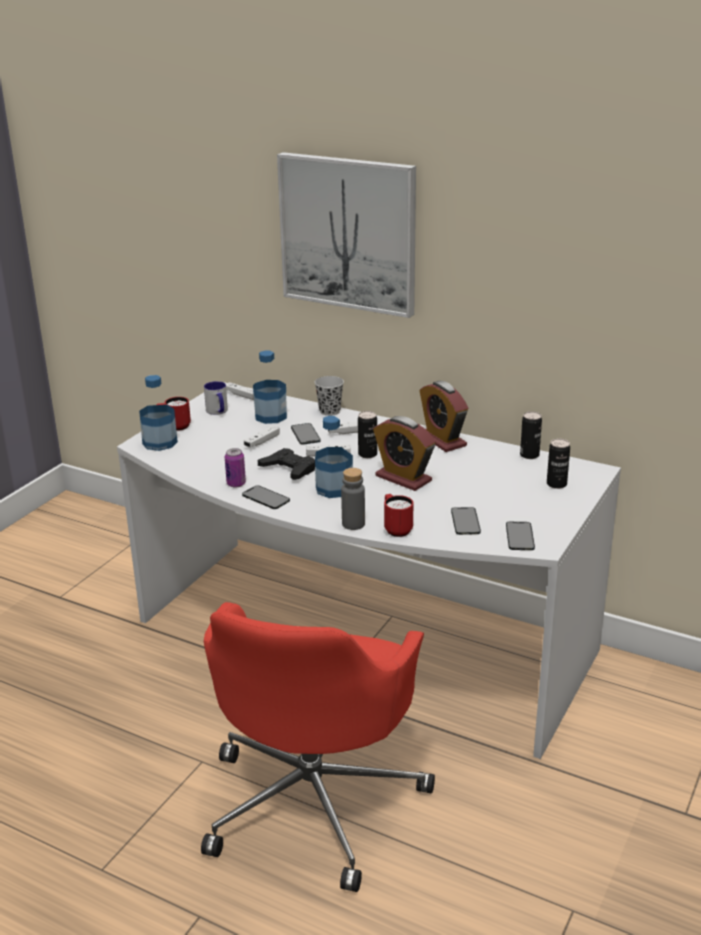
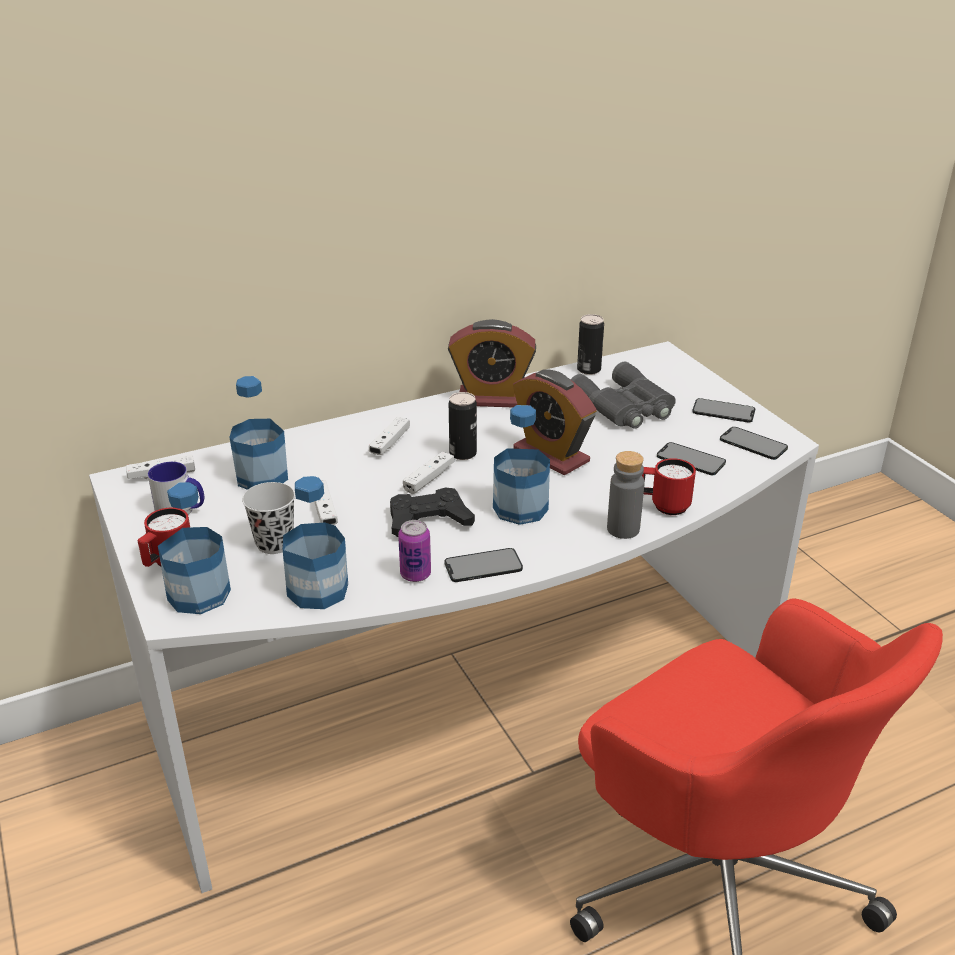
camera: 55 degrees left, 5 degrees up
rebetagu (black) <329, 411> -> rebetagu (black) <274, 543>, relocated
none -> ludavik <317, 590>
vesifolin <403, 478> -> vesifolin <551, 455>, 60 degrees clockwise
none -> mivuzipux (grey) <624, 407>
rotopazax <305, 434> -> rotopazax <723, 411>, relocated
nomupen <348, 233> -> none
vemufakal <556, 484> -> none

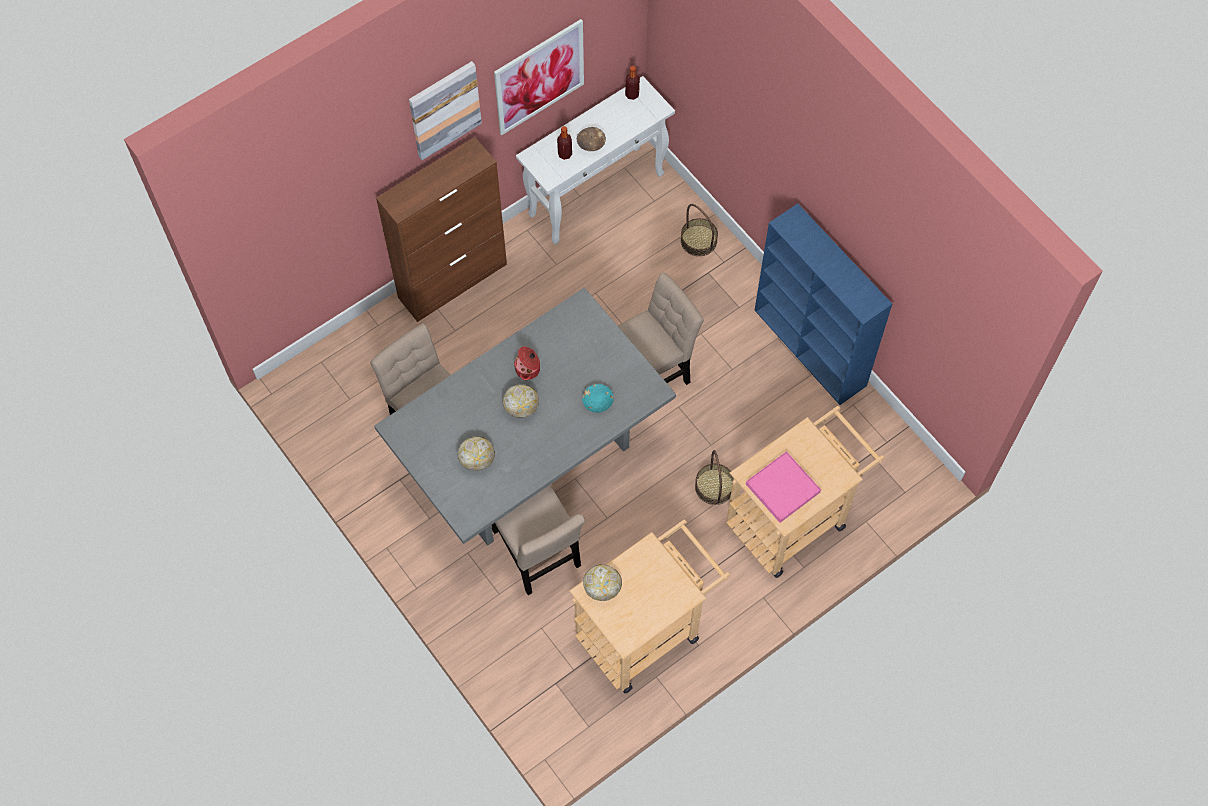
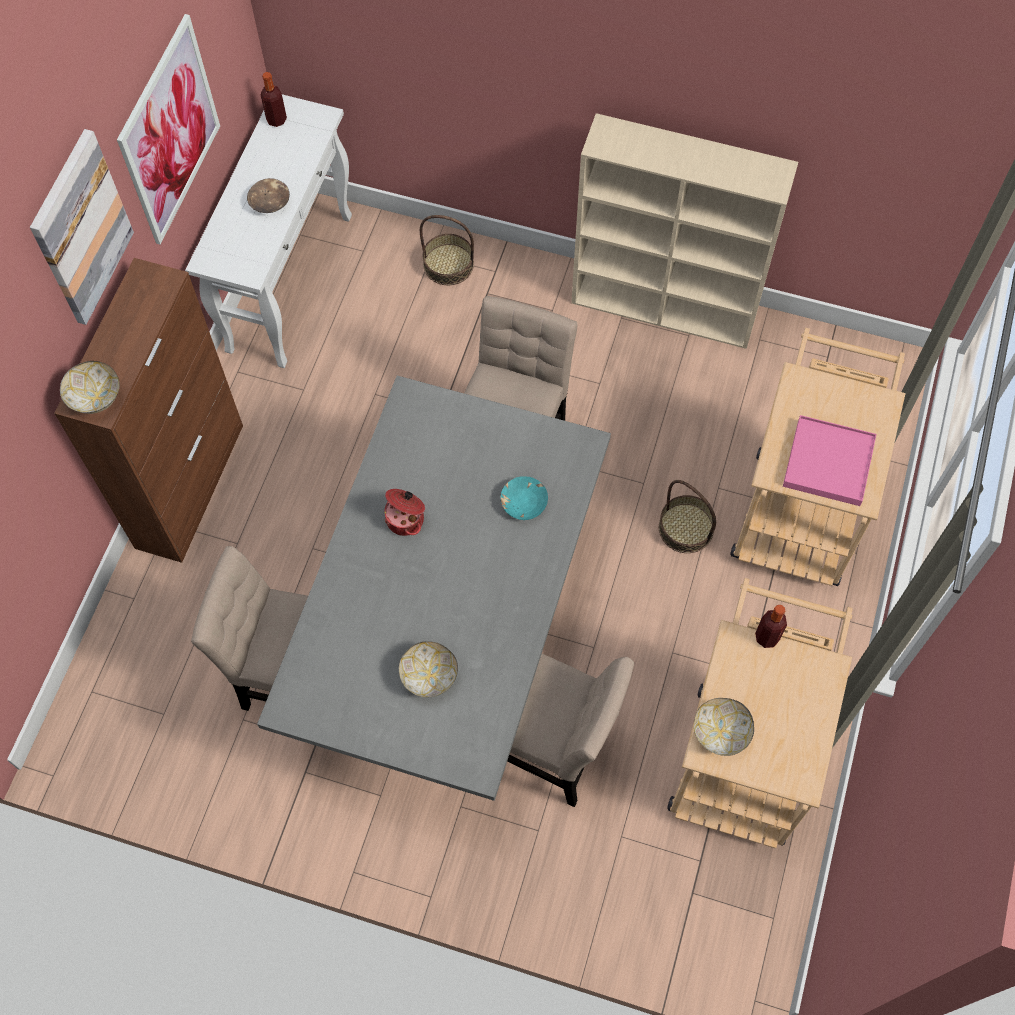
camera: 35 degrees left, 0 degrees up
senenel <521, 407> -> senenel <96, 399>, relocated
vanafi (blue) <811, 348> -> vanafi (beige) <666, 307>
ludavik <565, 154> -> ludavik <767, 637>, relocated

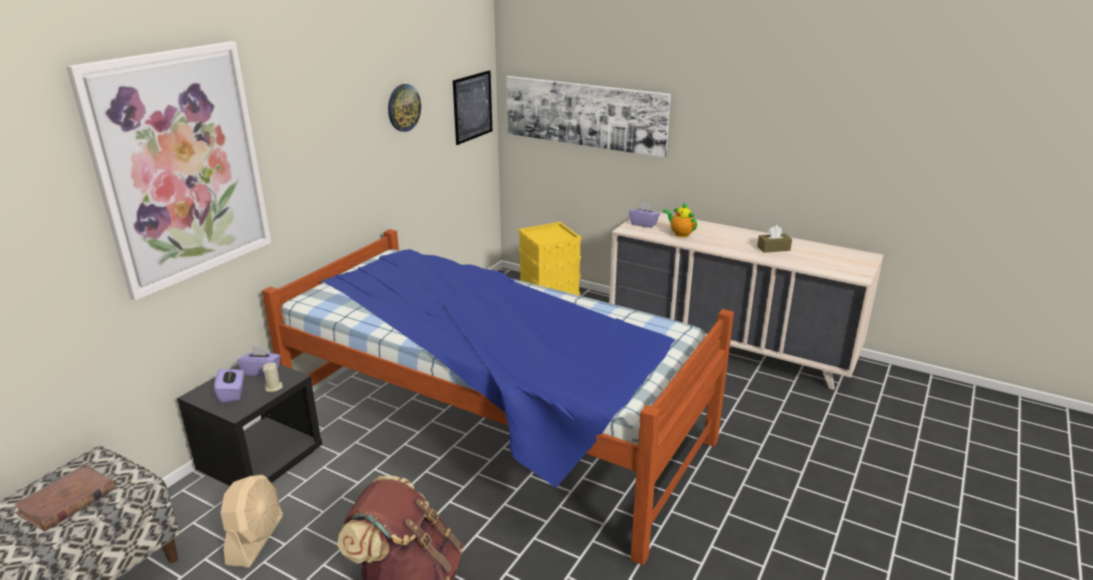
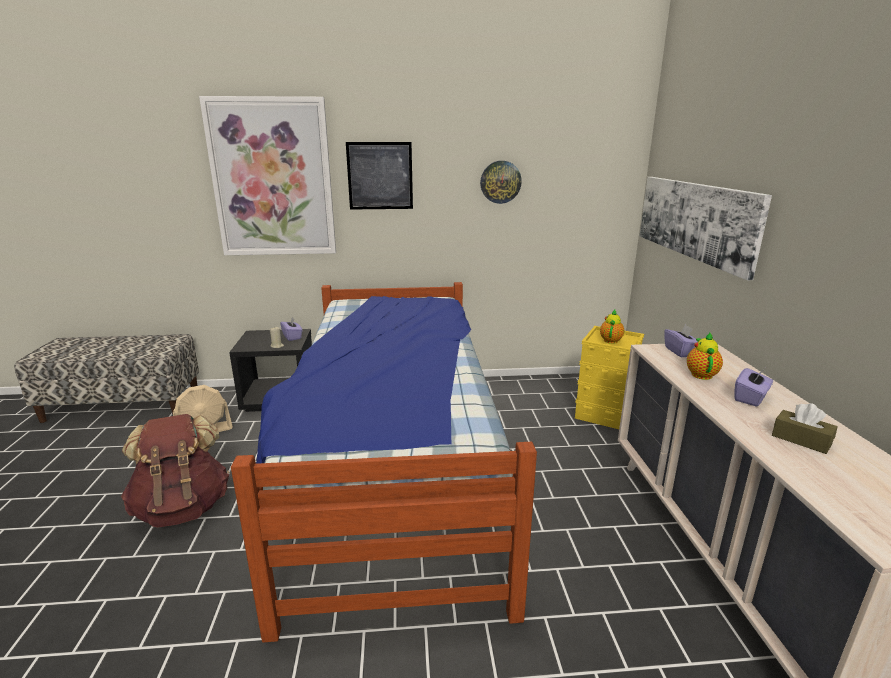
camera: 55 degrees right, 5 degrees down
nomupen <472, 107> -> nomupen <380, 176>, relocated
none -> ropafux <611, 340>
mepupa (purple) <232, 393> -> mepupa (purple) <750, 398>, relocated
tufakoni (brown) <67, 501> -> none

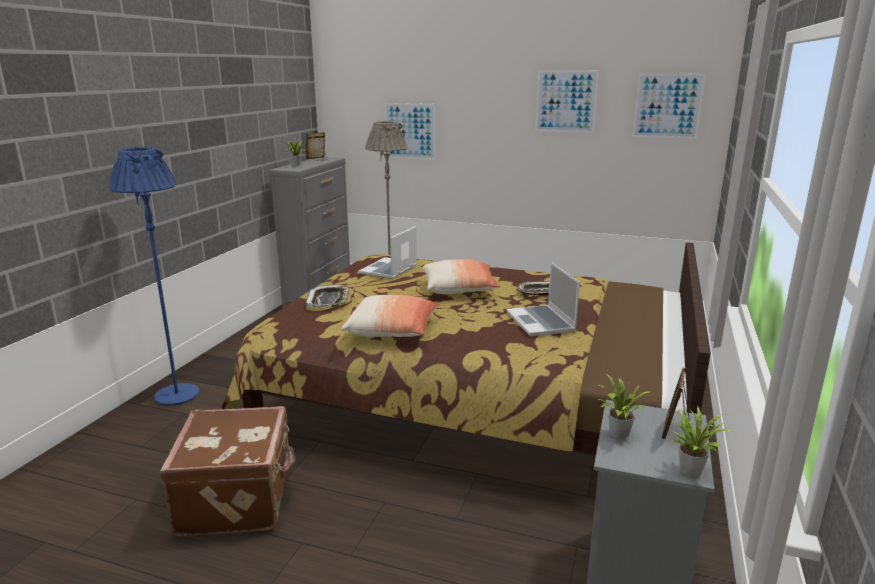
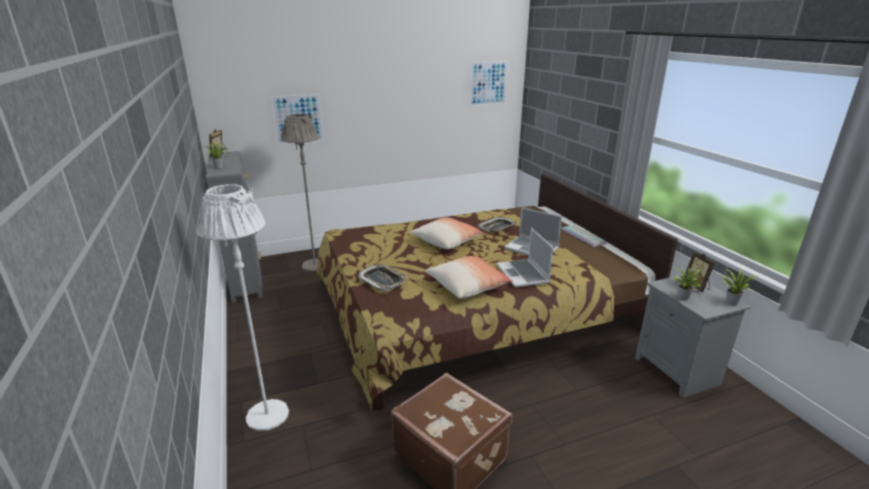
camera: 40 degrees left, 5 degrees up
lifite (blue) <177, 395> -> lifite (white) <267, 415>
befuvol <389, 270> -> befuvol <523, 274>, relocated
none -> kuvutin <584, 236>
nomupen <566, 101> -> none

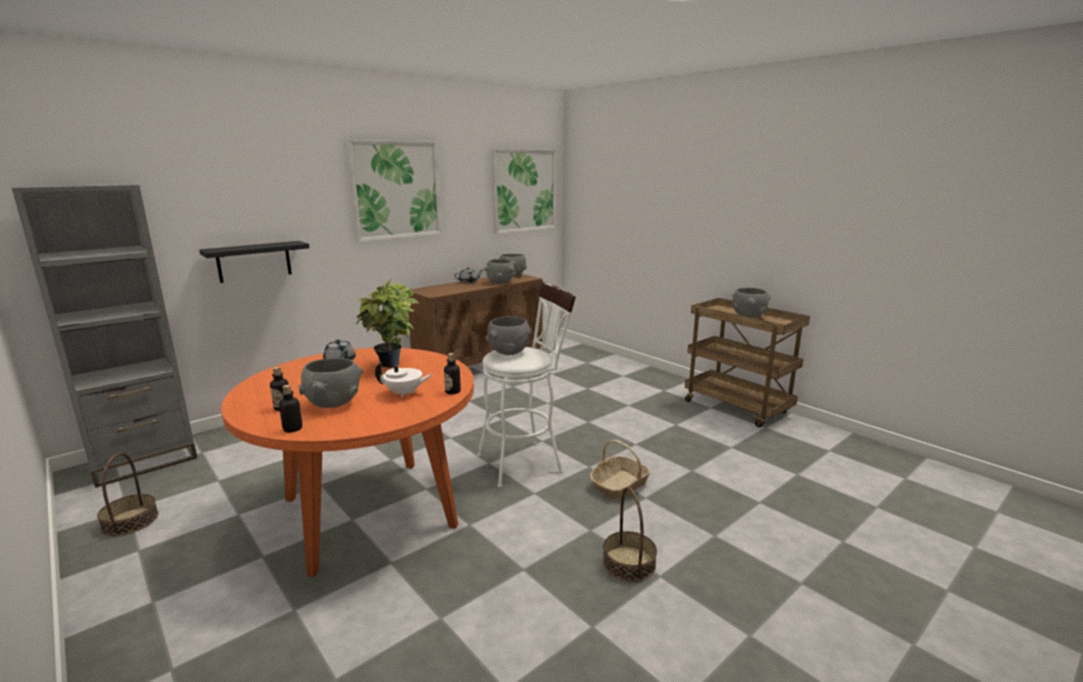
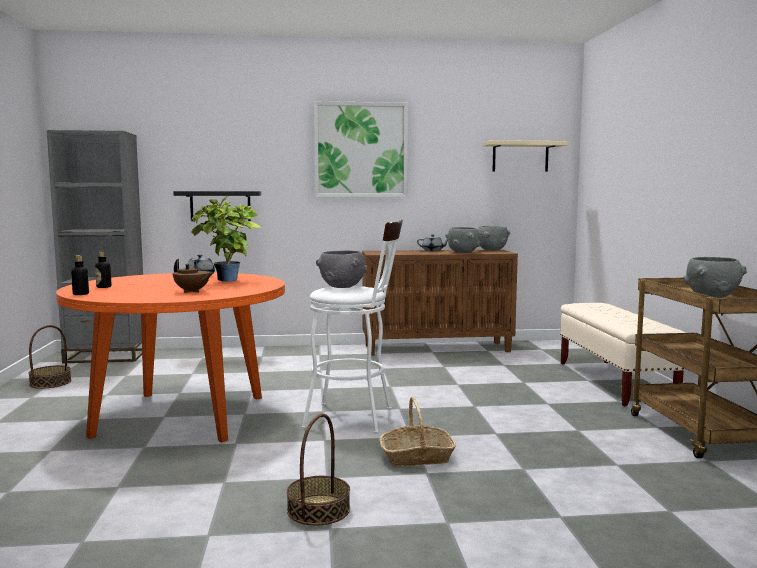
camera: 35 degrees right, 10 degrees down
ropafux (white) <404, 393> -> ropafux (brown) <192, 291>
nomupen <524, 191> -> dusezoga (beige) <520, 157>
none -> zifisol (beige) <614, 382>
senenel (grey) <333, 404> -> none
ludavik <452, 391> -> none

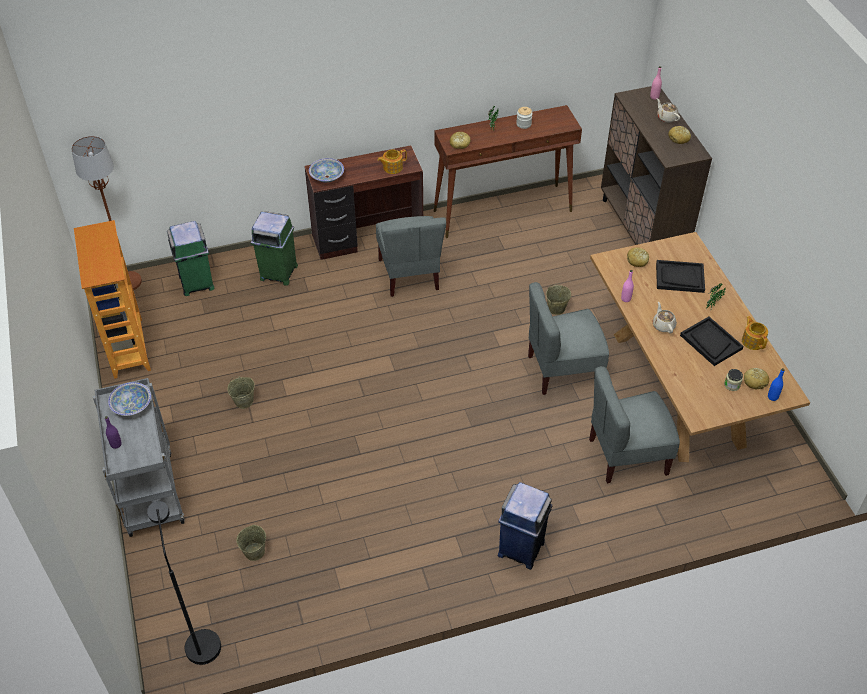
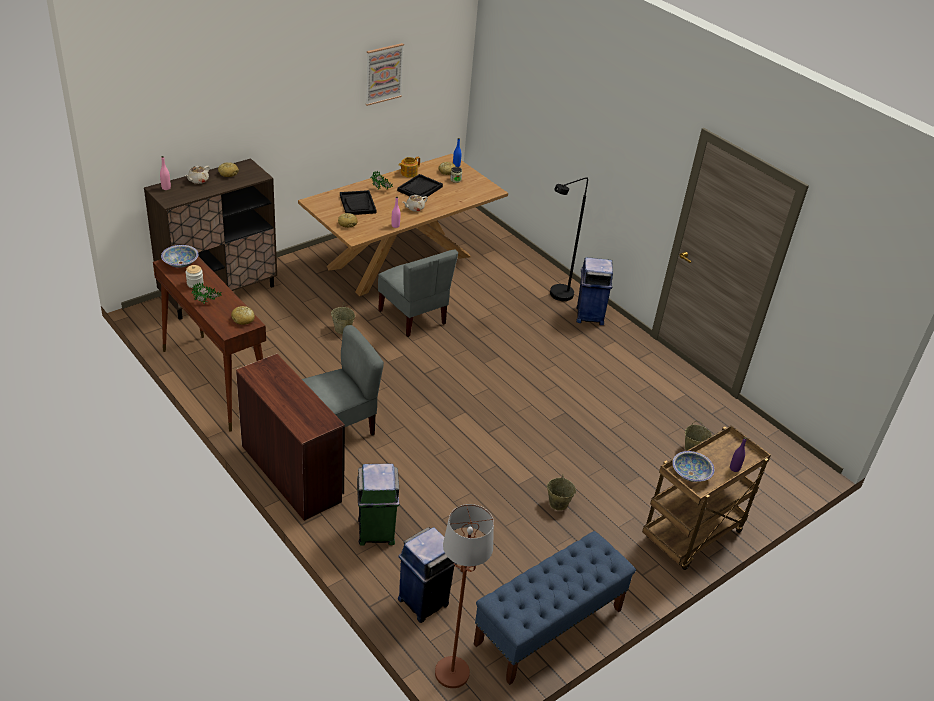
camera: 115 degrees left, 10 degrees down
senenel <327, 177> -> senenel <180, 263>, relocated
none -> nomupen <383, 74>
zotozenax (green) <196, 283> -> zotozenax (blue) <424, 601>
vanafi <127, 348> -> zifisol (blue) <548, 627>
lifite (black) <200, 639> -> lifite (black) <557, 296>, relocated
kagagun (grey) <149, 491> -> kagagun (brown) <692, 536>
ropafux <392, 167> -> none
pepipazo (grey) <627, 456> -> none

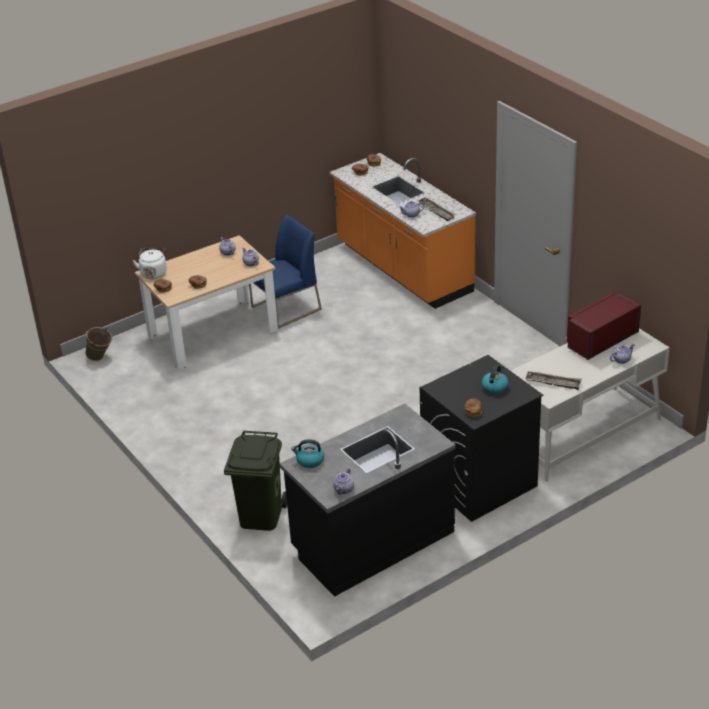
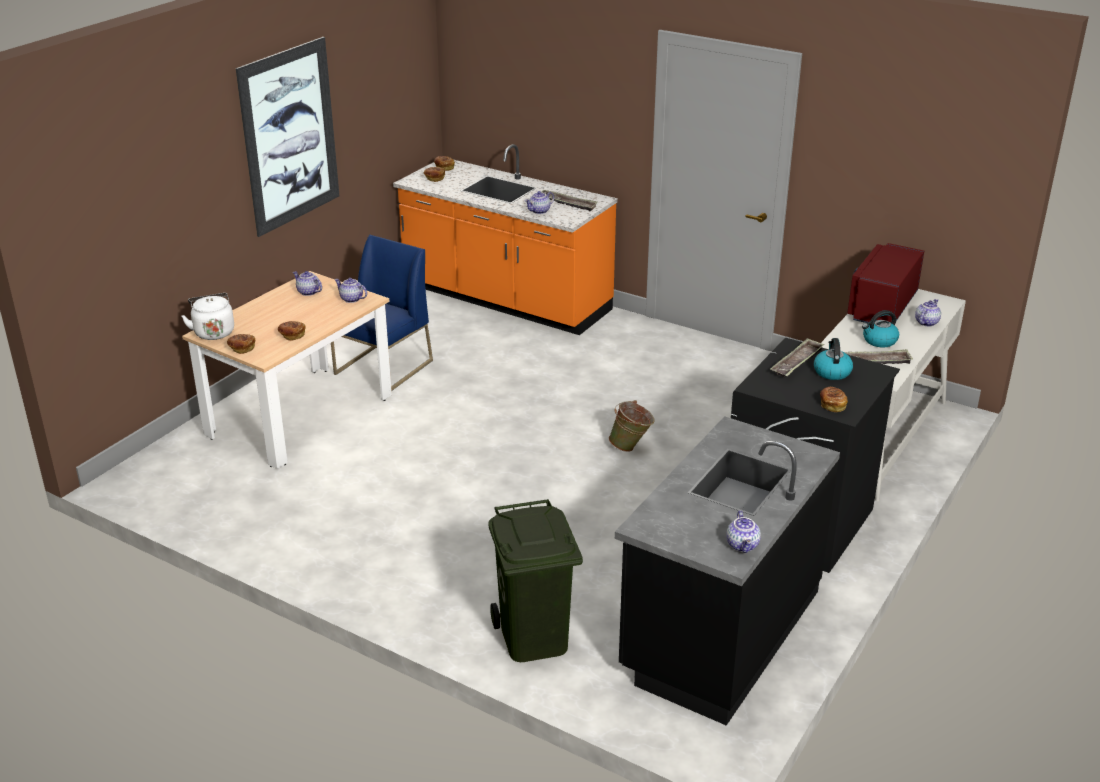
camera: 25 degrees left, 5 degrees down
none -> nomupen <290, 136>
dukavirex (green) <101, 358> -> dukavirex (green) <631, 447>, relocated
none -> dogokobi <797, 362>
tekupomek <309, 461> -> tekupomek <879, 341>, relocated

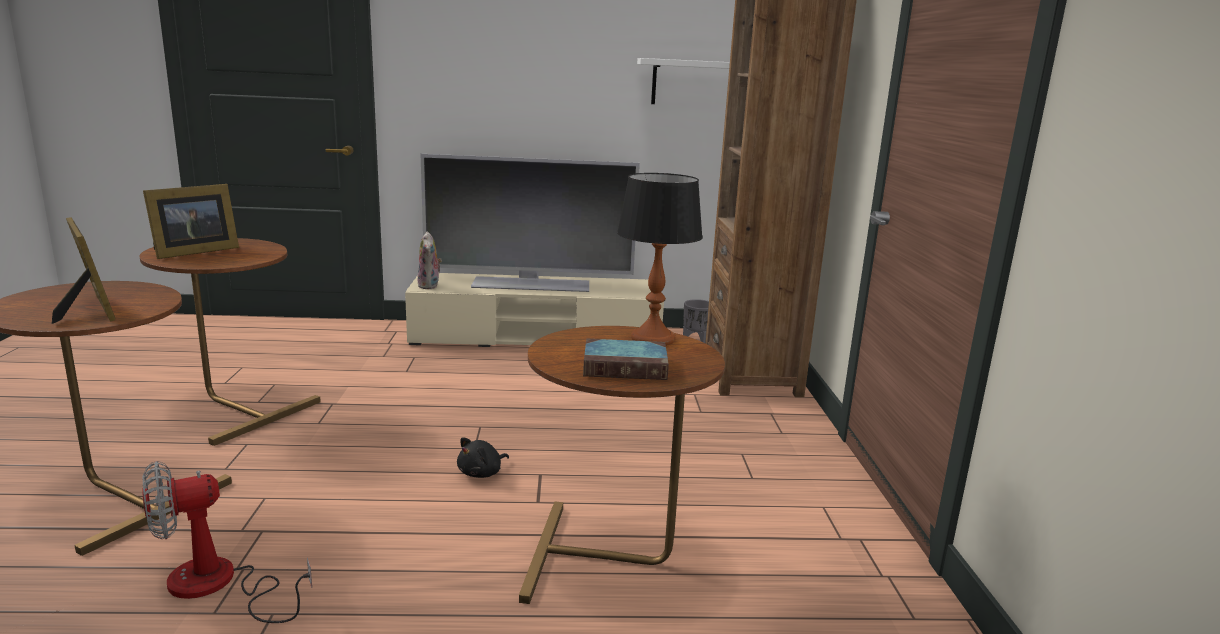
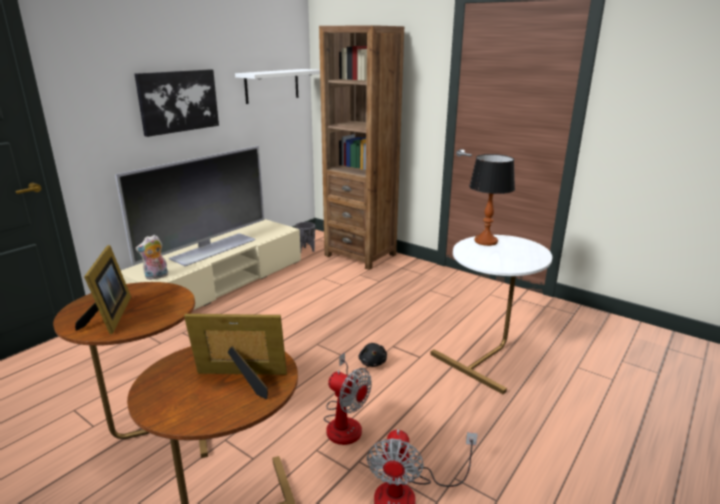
camera: 50 degrees left, 5 degrees up
none -> nomupen <178, 101>
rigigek <430, 286> -> rigigek <156, 277>, 120 degrees clockwise
none -> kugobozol <344, 422>
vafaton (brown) <611, 560> -> vafaton (white) <488, 357>
tufakoni <627, 366> -> none

